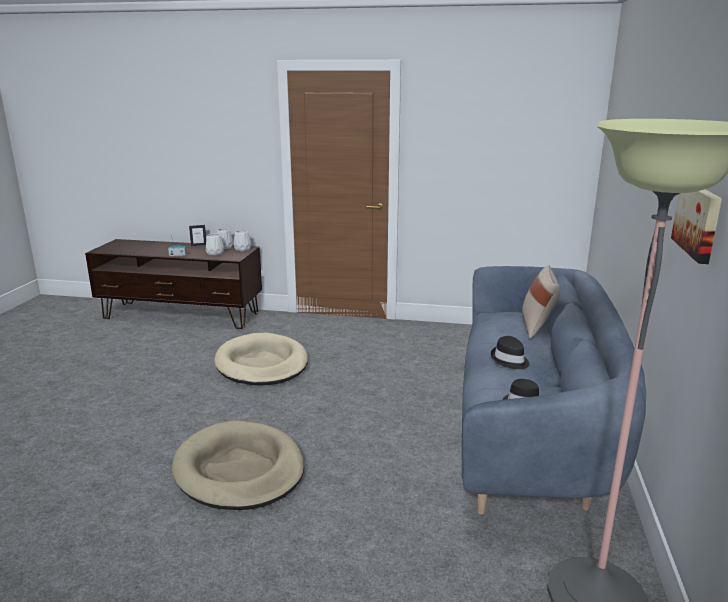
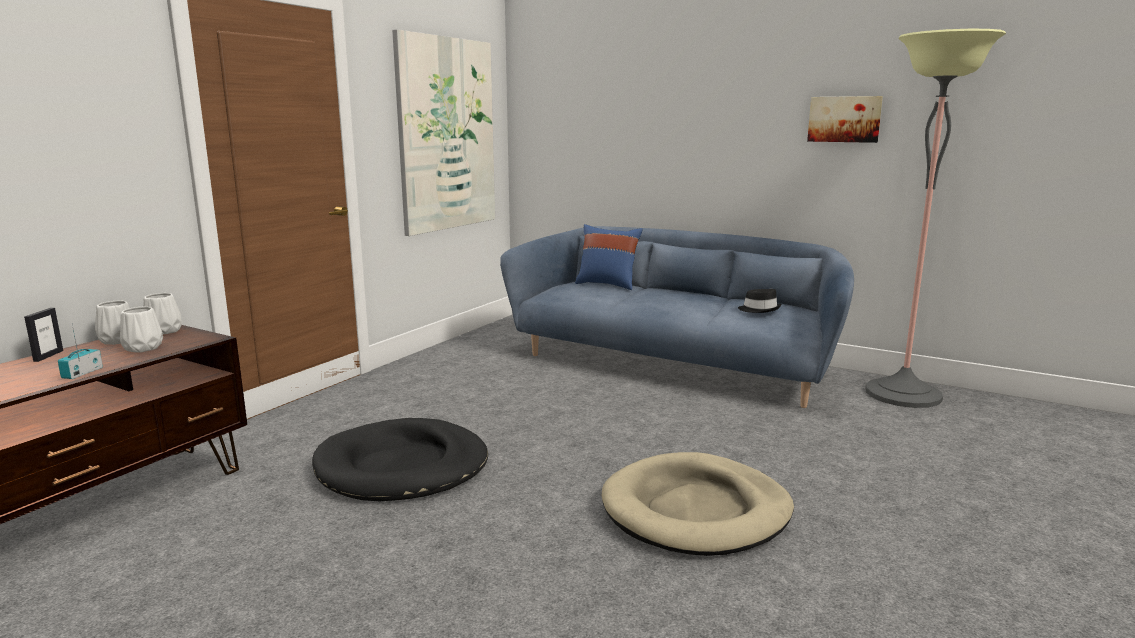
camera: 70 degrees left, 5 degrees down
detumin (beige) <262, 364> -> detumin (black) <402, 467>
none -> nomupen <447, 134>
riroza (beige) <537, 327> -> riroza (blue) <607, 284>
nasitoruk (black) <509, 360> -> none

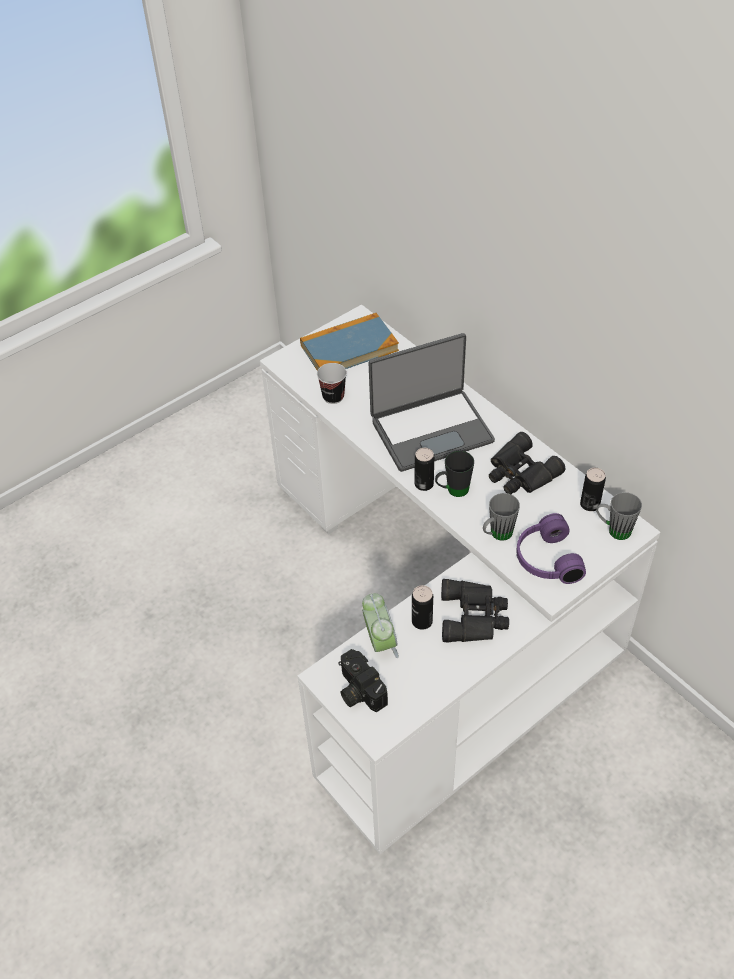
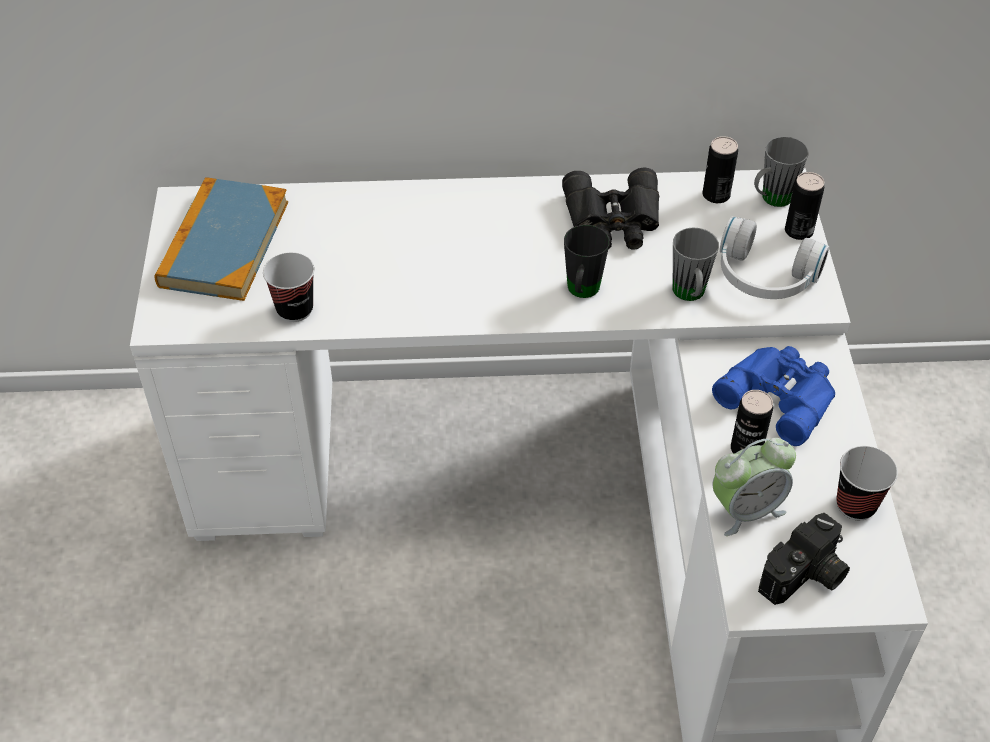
camera: 55 degrees left, 0 degrees up
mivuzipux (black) <474, 616> -> mivuzipux (blue) <780, 395>
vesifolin <380, 642> -> vesifolin <746, 509>, 135 degrees clockwise
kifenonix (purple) <545, 559> -> kifenonix (white) <763, 278>
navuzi <358, 690> -> navuzi <805, 577>, 45 degrees counterclockwise
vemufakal <424, 484> -> vemufakal <798, 231>, relocated
none -> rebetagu <856, 505>
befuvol <431, 430> -> none

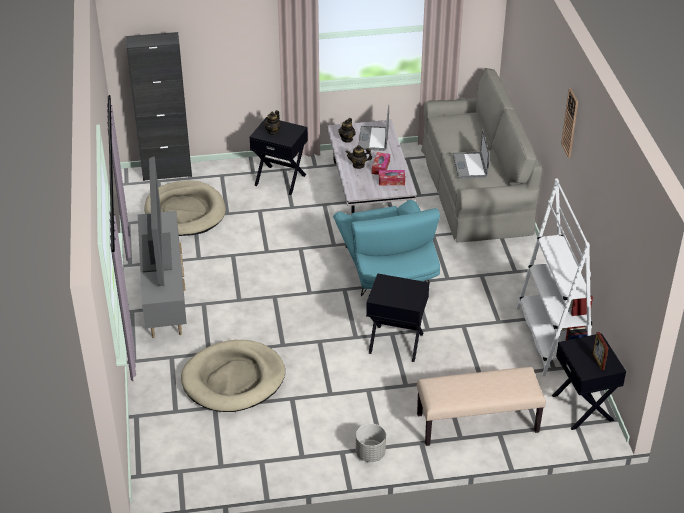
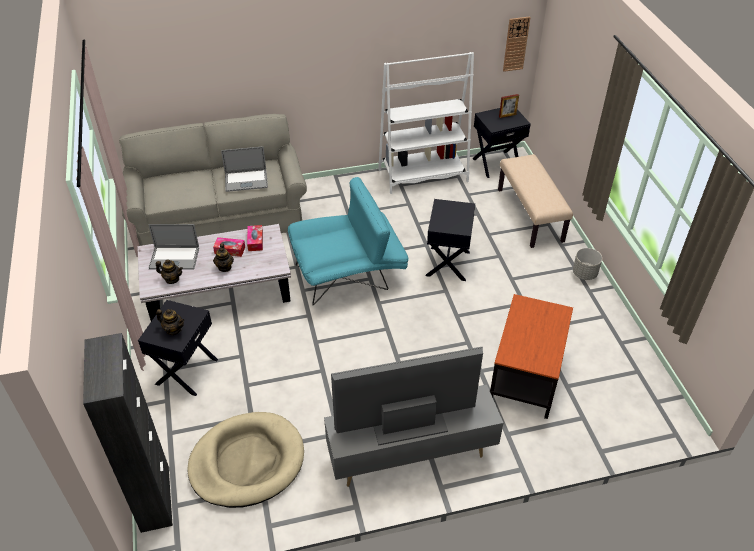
camera: 95 degrees left, 5 degrees up
detumin (beige) <233, 379> -> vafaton <525, 375>
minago <570, 123> -> minago <516, 44>, relocated

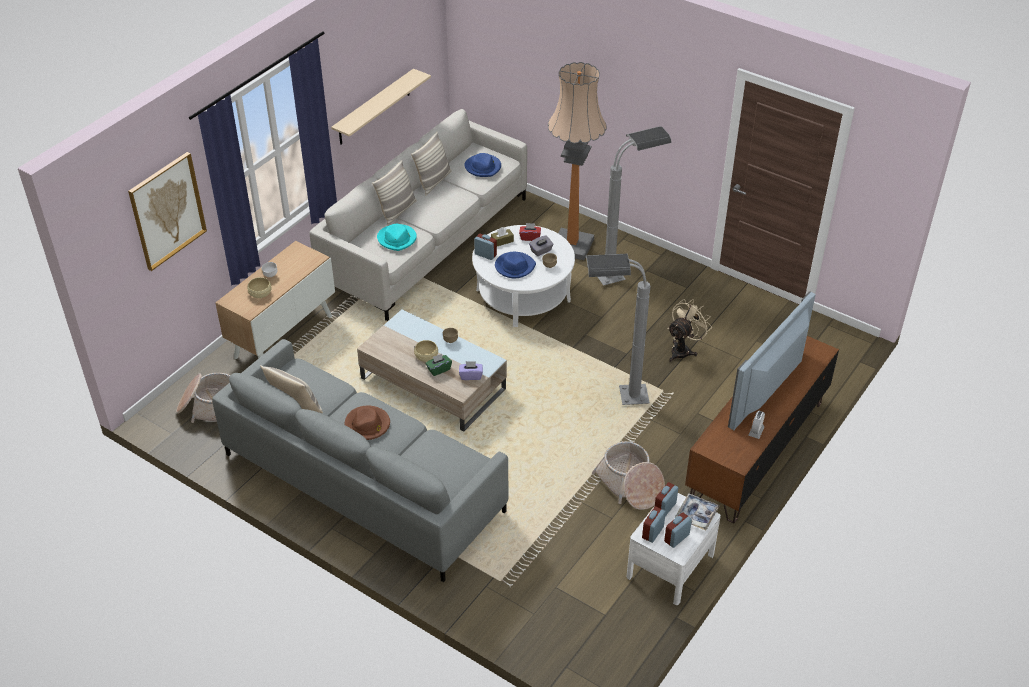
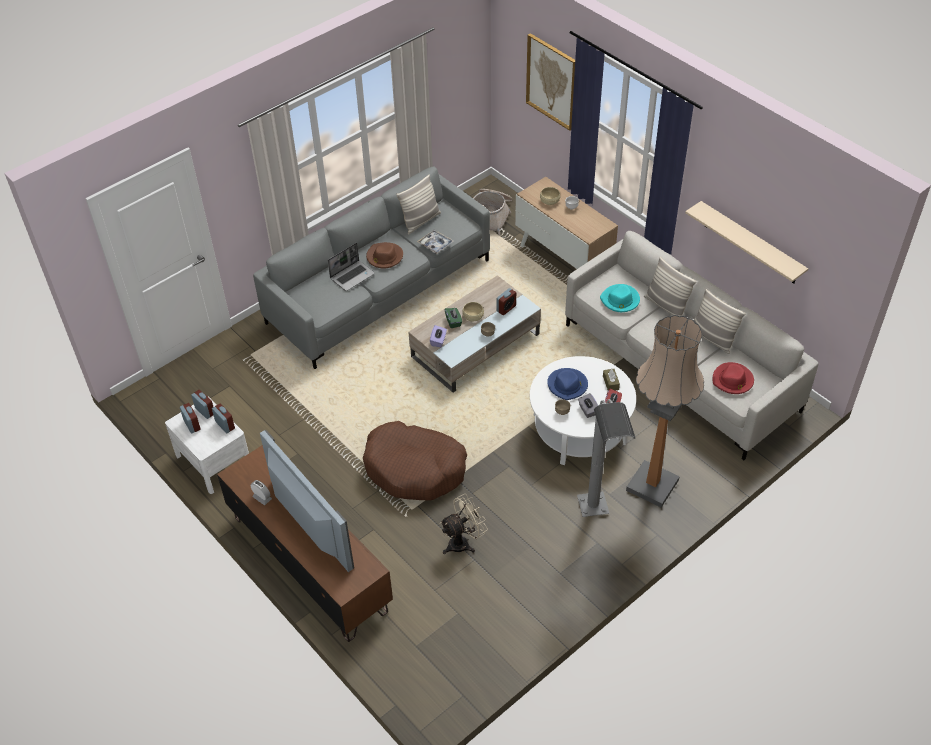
camera: 105 degrees right, 5 degrees up
none -> befuvol <352, 276>
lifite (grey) <614, 398> -> detumin (brown) <415, 469>
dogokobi <696, 515> -> dogokobi <435, 244>, relocated
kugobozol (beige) <683, 350> -> kugobozol (beige) <463, 542>, 90 degrees counterclockwise
vesifolin <485, 254> -> vesifolin <506, 308>, relocated
nasitoruk (blue) <483, 167> -> nasitoruk (red) <732, 380>
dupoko <630, 485> -> none

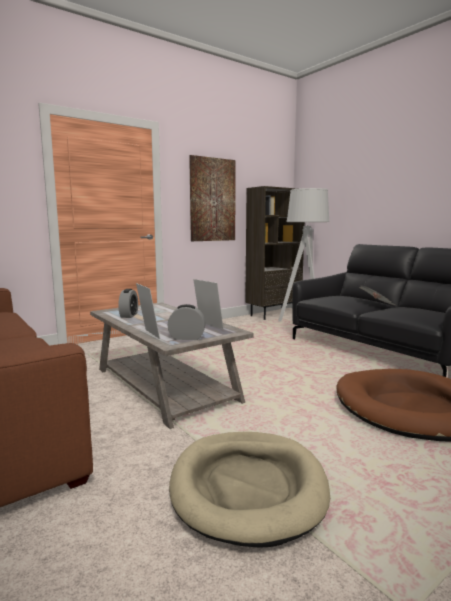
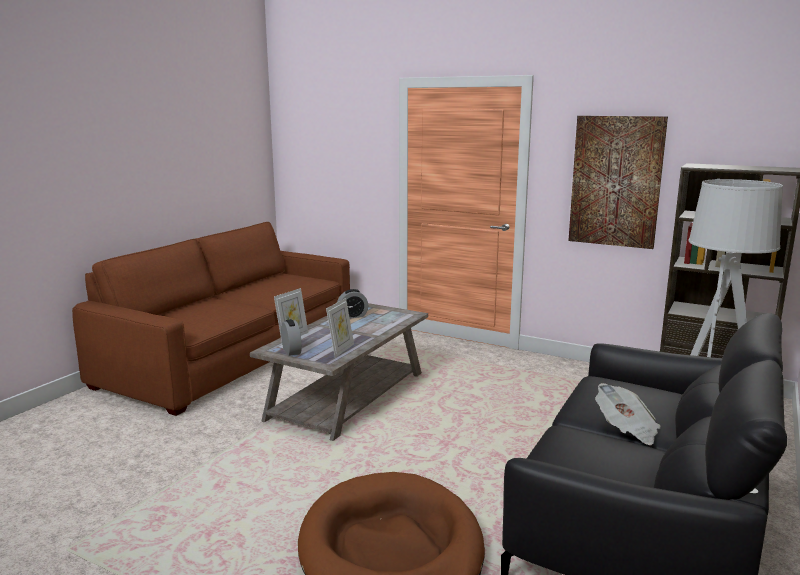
camera: 65 degrees right, 5 degrees up
detumin (beige) <248, 487> -> none

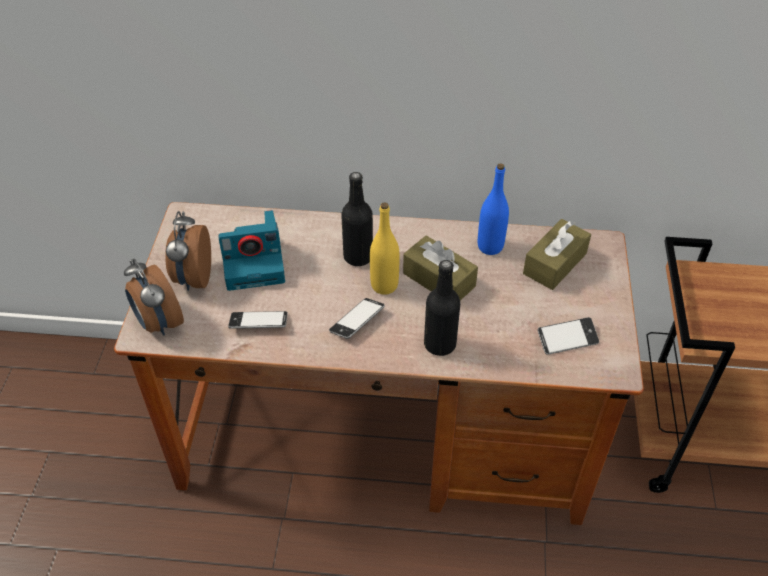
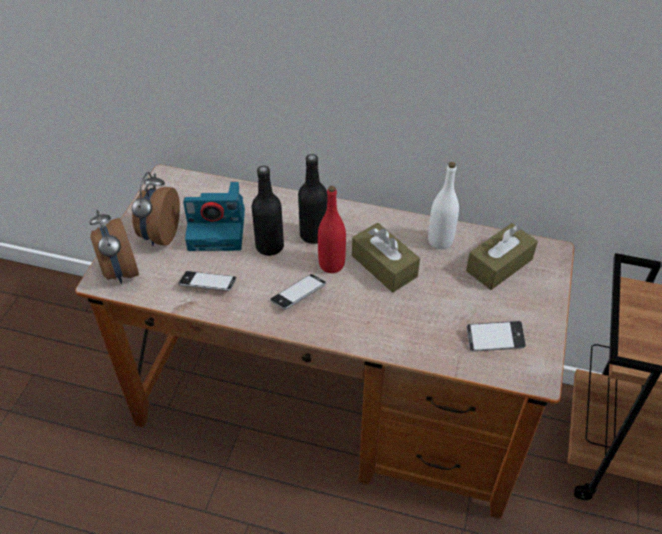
camera: 10 degrees right, 0 degrees up
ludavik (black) <440, 344> -> ludavik (black) <269, 246>, relocated
ludavik (yellow) <384, 285> -> ludavik (red) <331, 264>
ludavik (blue) <490, 246> -> ludavik (white) <440, 241>

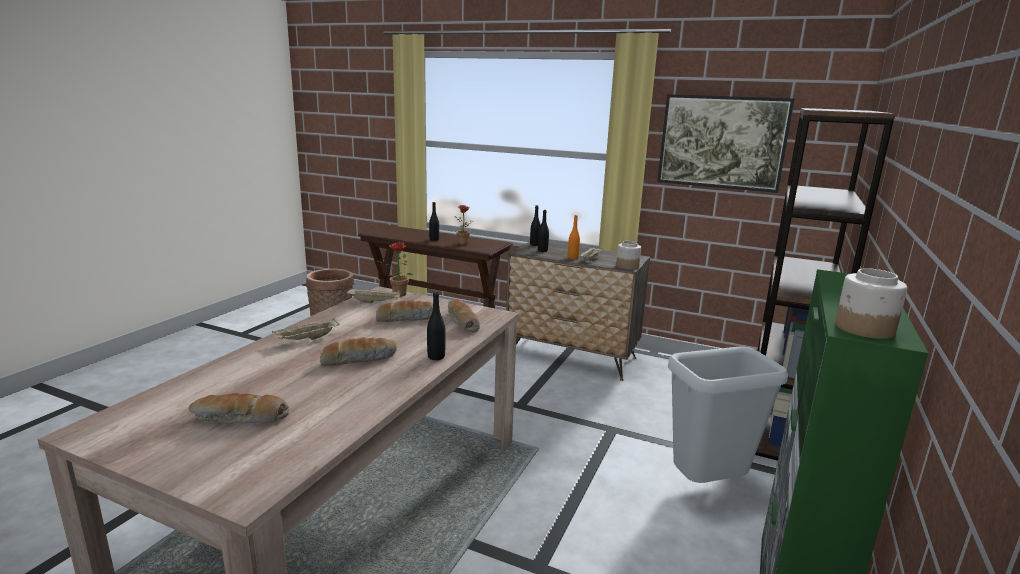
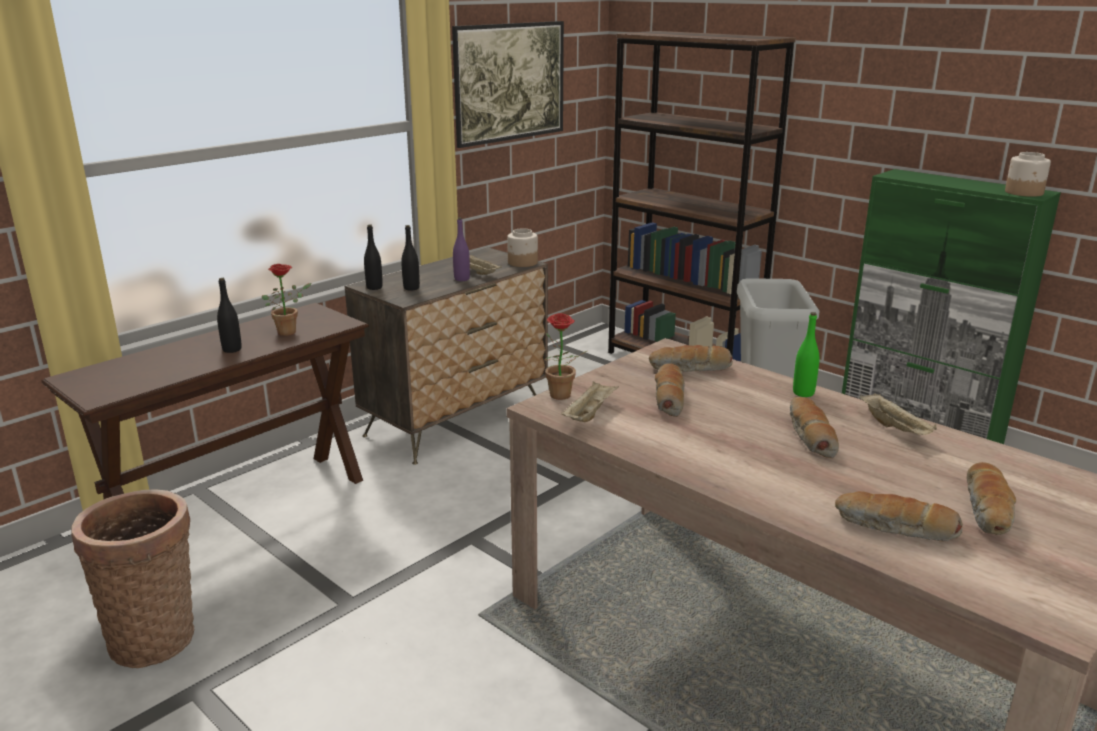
camera: 70 degrees left, 5 degrees up
ludavik (orange) <573, 257> -> ludavik (purple) <462, 279>
ludavik (black) <436, 357> -> ludavik (green) <803, 393>
none -> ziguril <895, 528>
dogokobi (beige) <307, 339> -> dogokobi (beige) <895, 428>, relocated

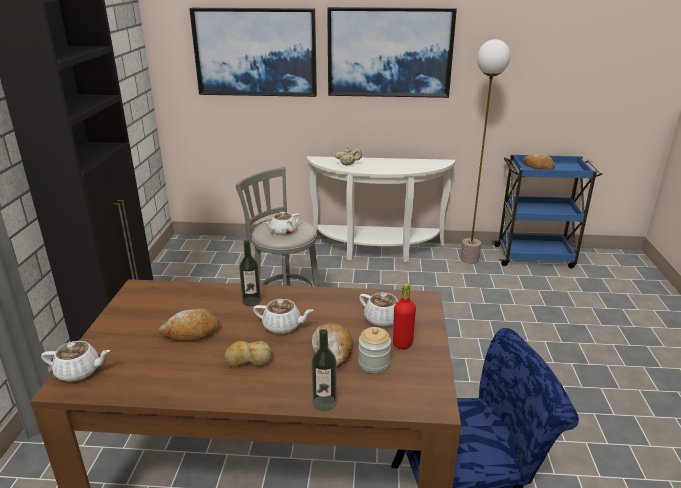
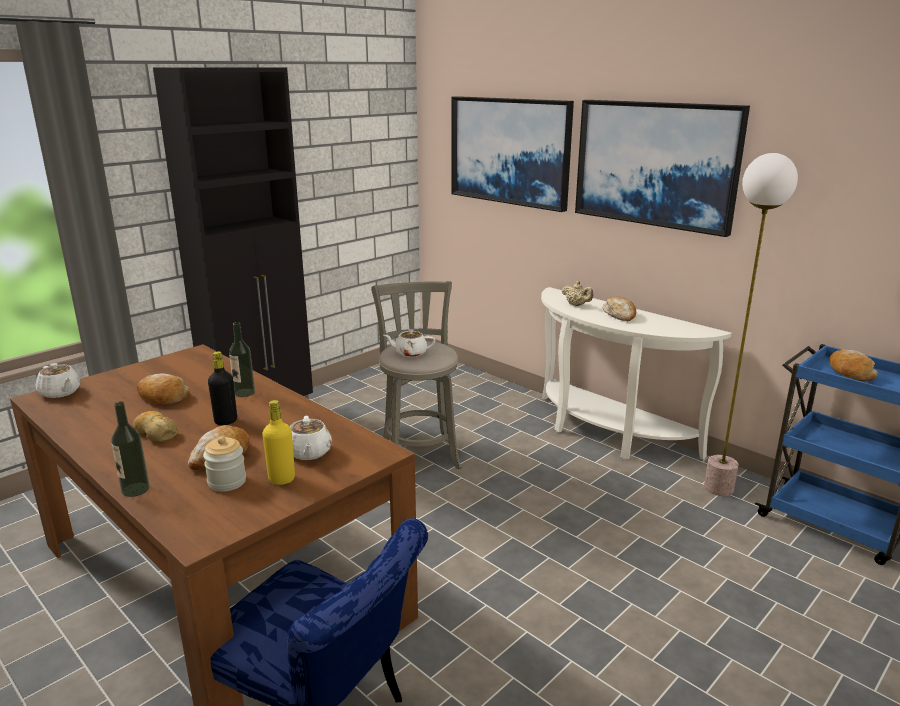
camera: 40 degrees right, 5 degrees down
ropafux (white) <283, 326> -> ludavik (black) <226, 421>
ludavik (red) <402, 344> -> ludavik (yellow) <281, 479>
none -> ziguril <620, 315>

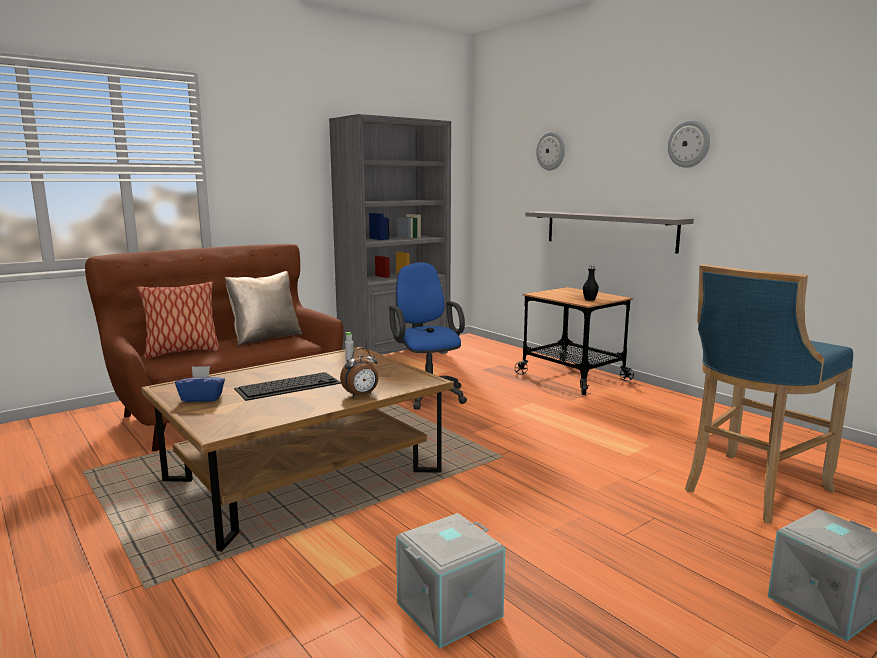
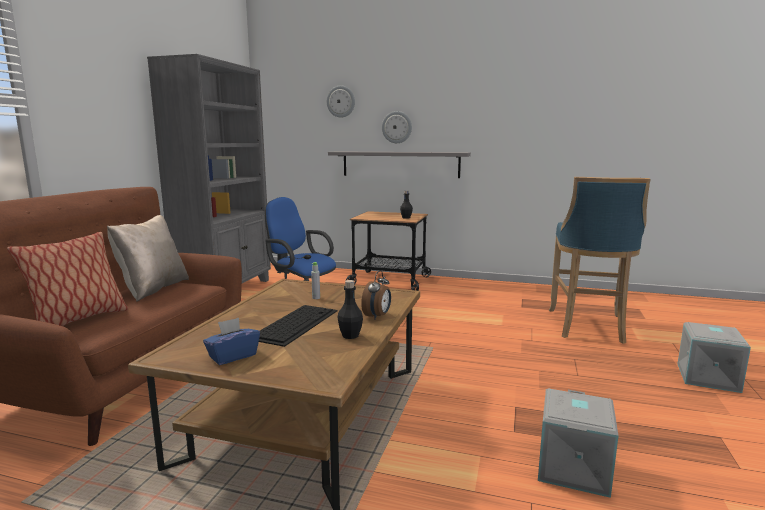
camera: 35 degrees left, 0 degrees up
none -> ludavik (black) <350, 336>
minago <689, 144> -> minago <397, 127>, relocated

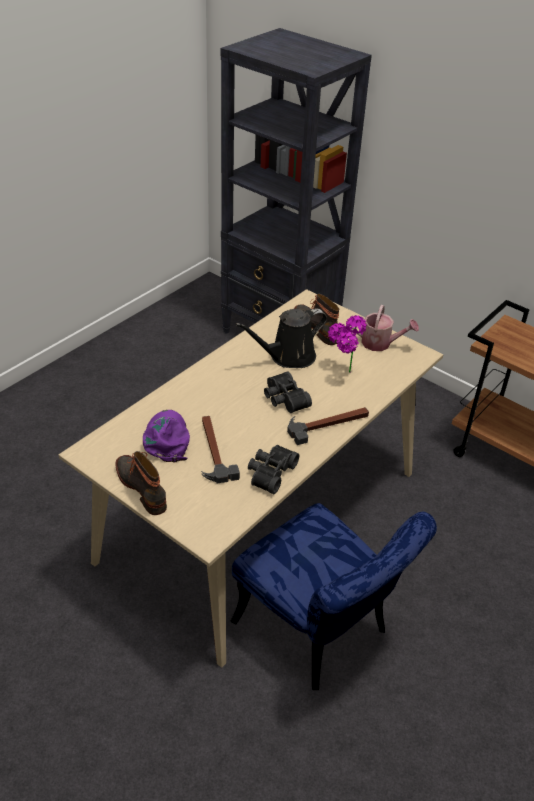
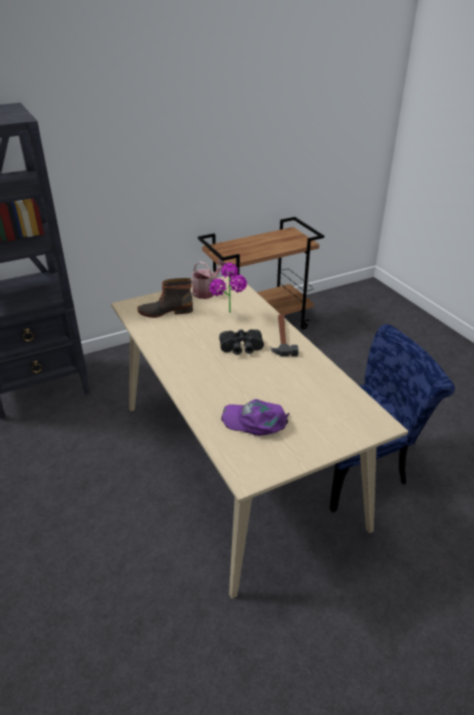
camera: 65 degrees left, 5 degrees down
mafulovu <143, 487> -> none
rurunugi <213, 451> -> none
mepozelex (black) <288, 357> -> none
mivuzipux (black) <270, 472> -> none

